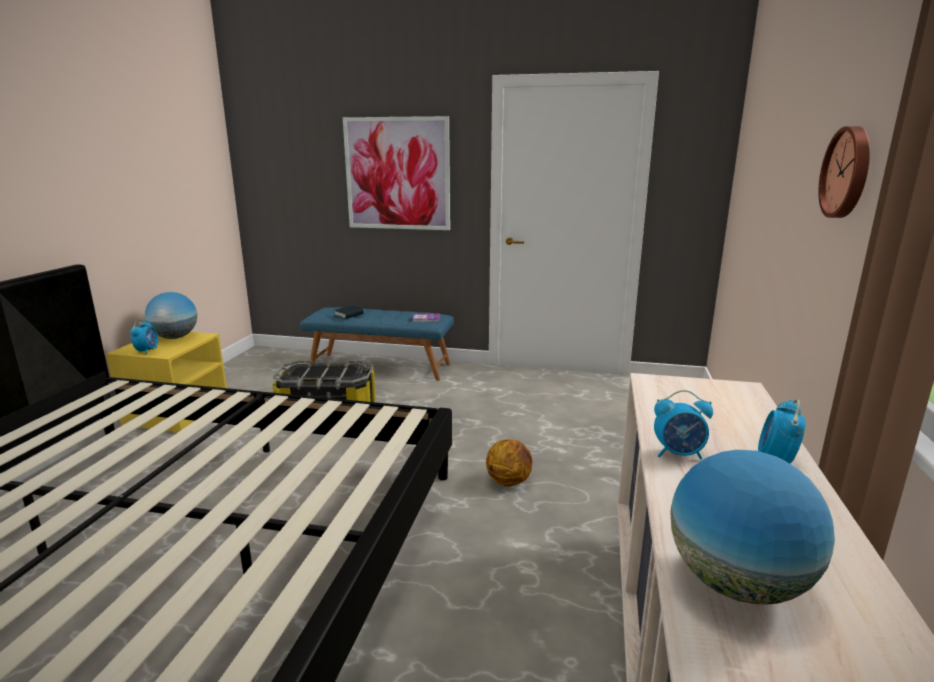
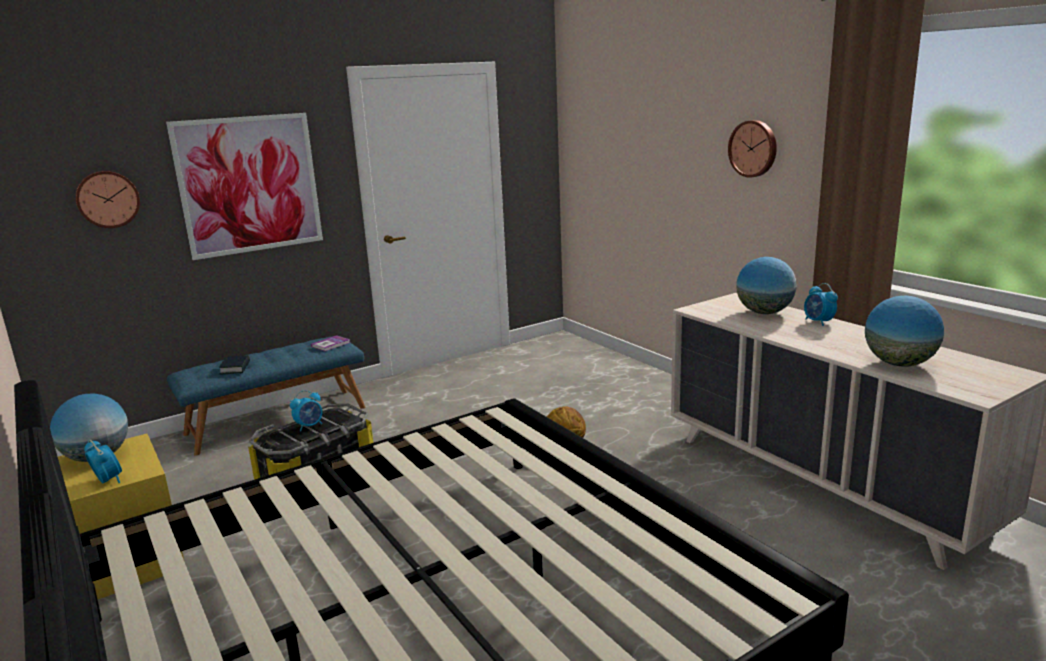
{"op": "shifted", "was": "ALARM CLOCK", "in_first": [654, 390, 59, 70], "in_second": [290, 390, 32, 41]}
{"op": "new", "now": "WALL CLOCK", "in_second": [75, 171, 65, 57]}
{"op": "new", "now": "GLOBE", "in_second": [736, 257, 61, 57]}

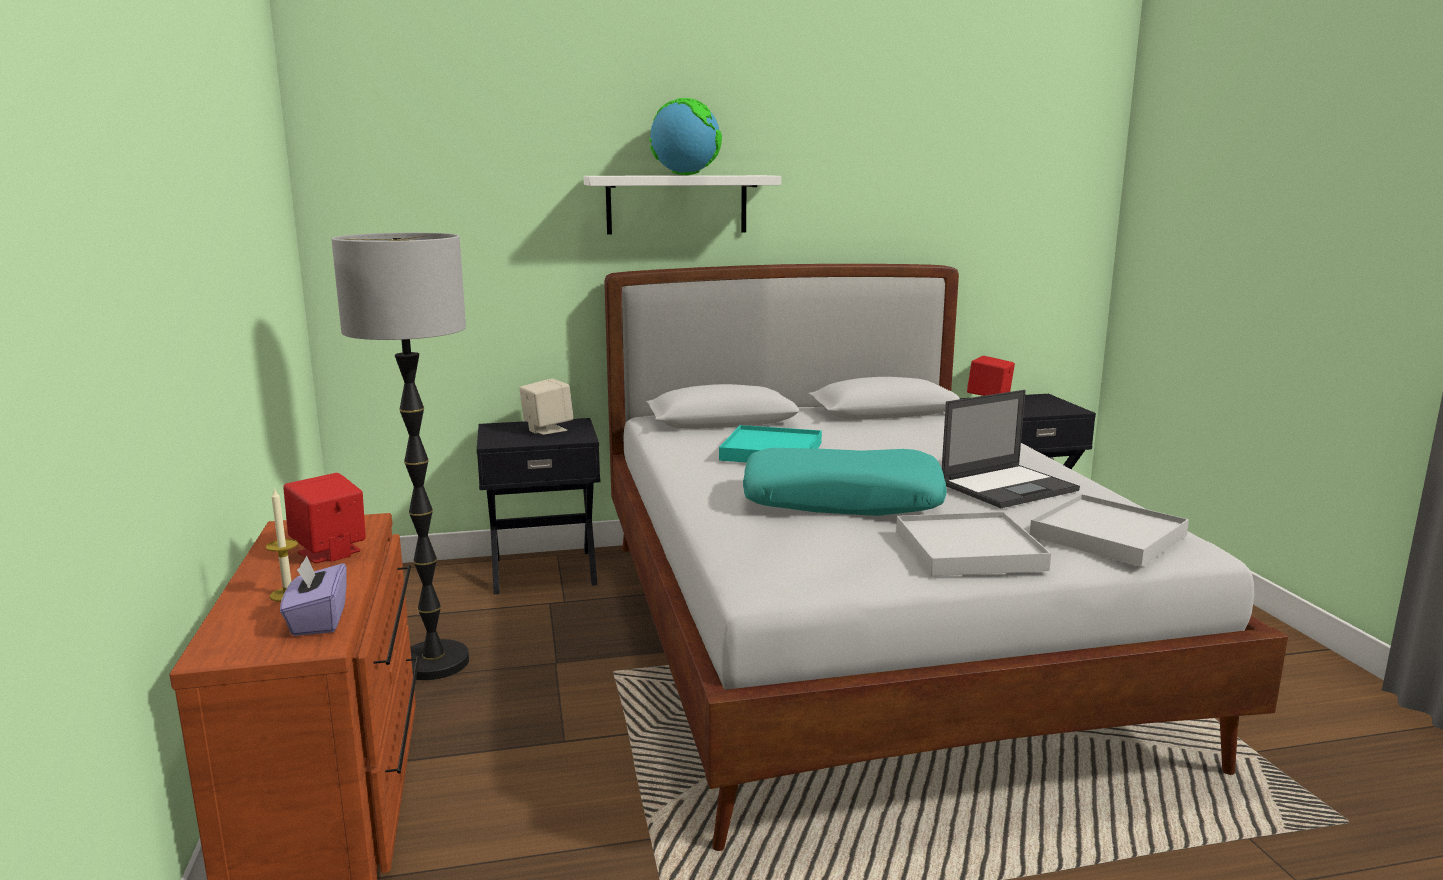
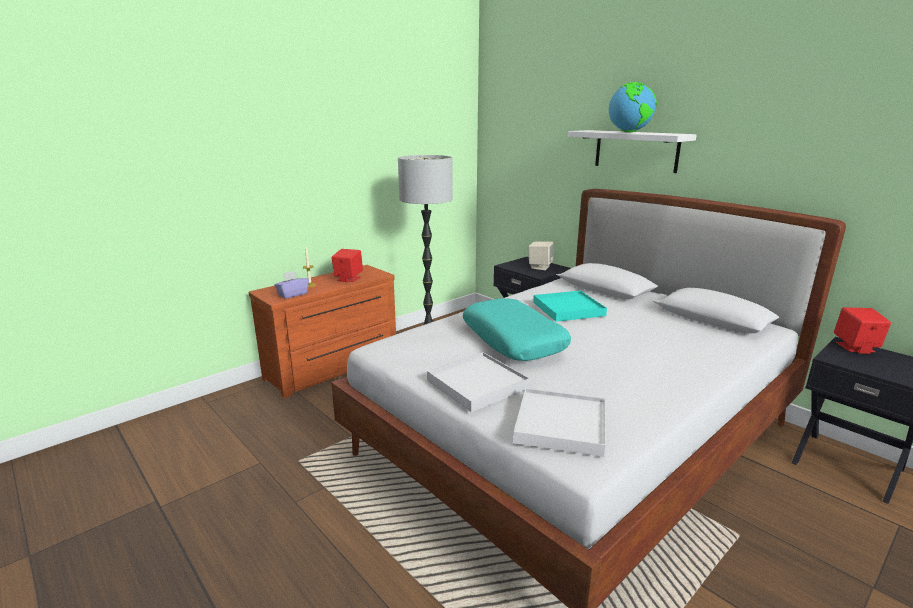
{"op": "gone", "was": "LAPTOP", "in_first": [942, 390, 138, 118]}

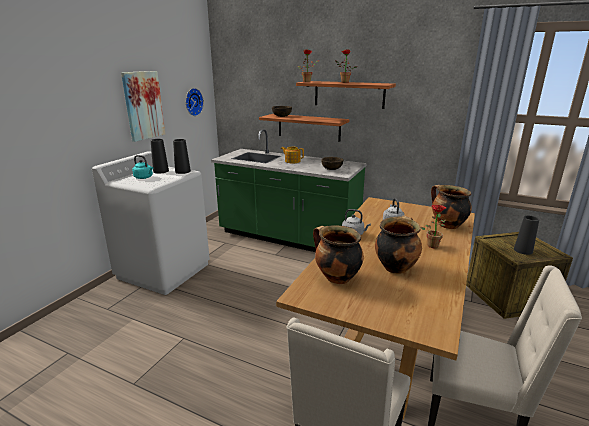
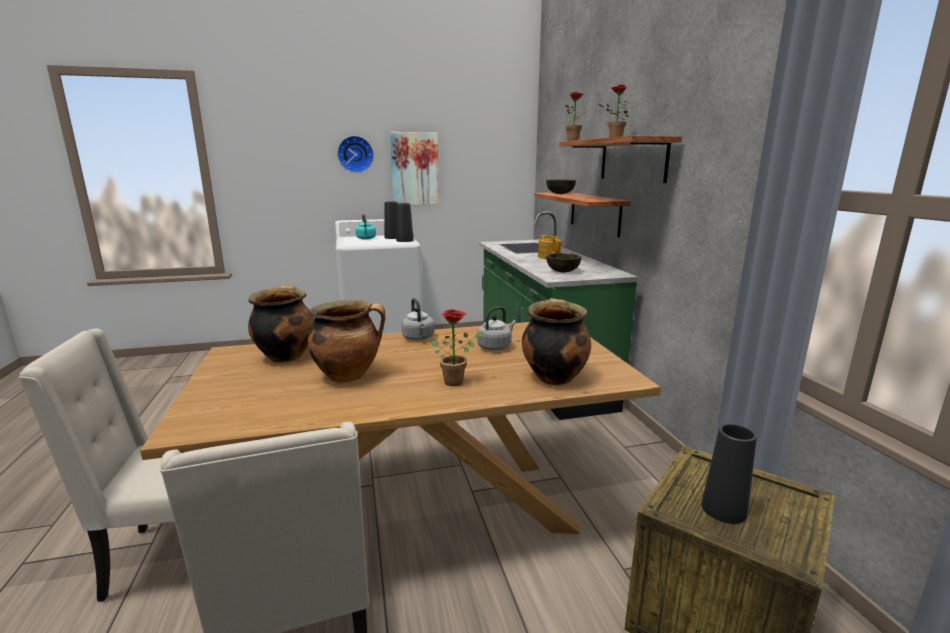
{"op": "shifted", "was": "WALL CLOCK", "in_first": [186, 88, 18, 28], "in_second": [337, 136, 37, 37]}

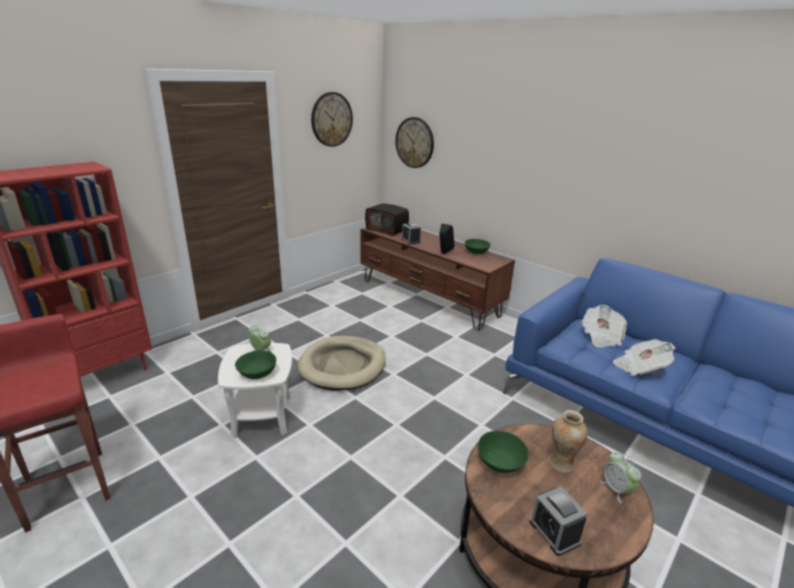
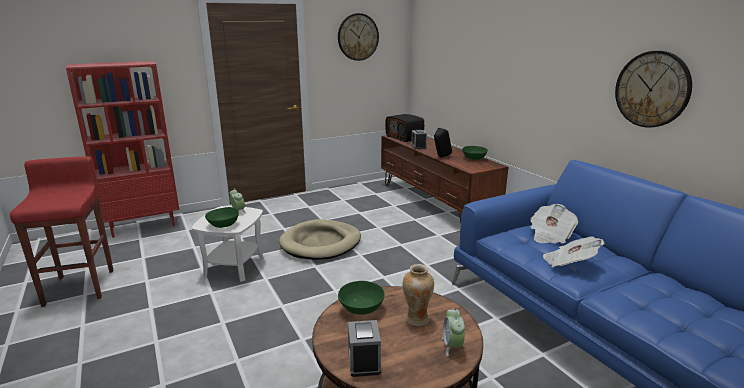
{"op": "shifted", "was": "WALL CLOCK", "in_first": [395, 117, 39, 51], "in_second": [615, 51, 77, 77]}

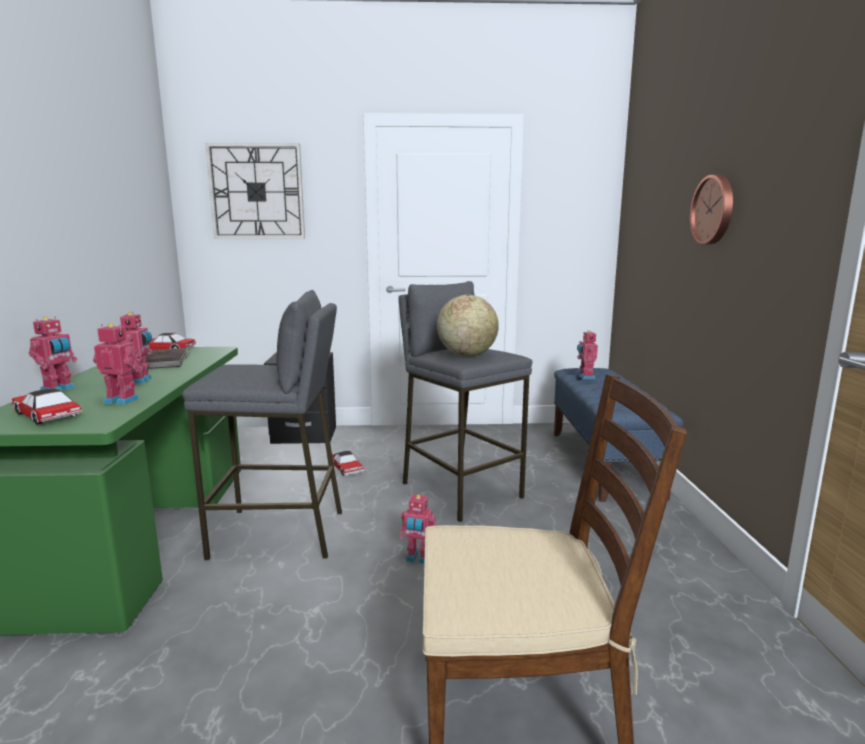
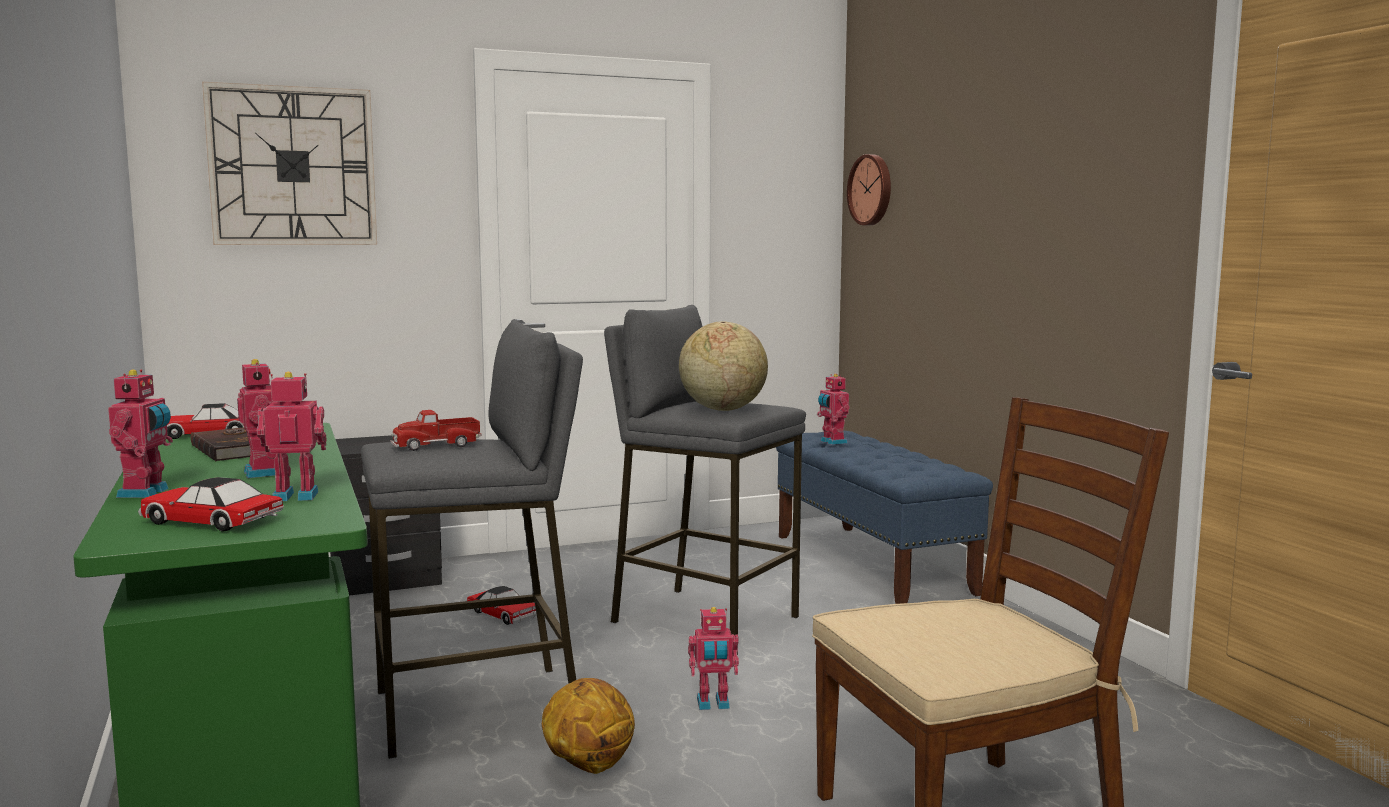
{"op": "shifted", "was": "WALL CLOCK", "in_first": [690, 175, 43, 70], "in_second": [847, 154, 44, 71]}
{"op": "new", "now": "TOY TRUCK", "in_second": [390, 410, 91, 41]}
{"op": "new", "now": "BASKETBALL", "in_second": [542, 678, 93, 96]}

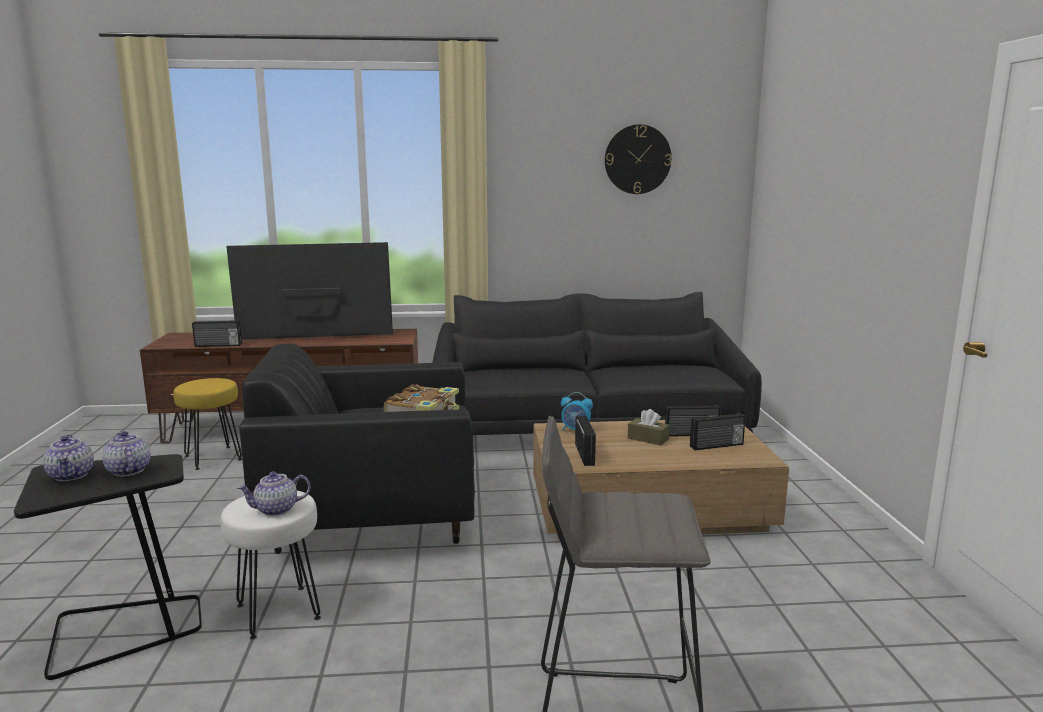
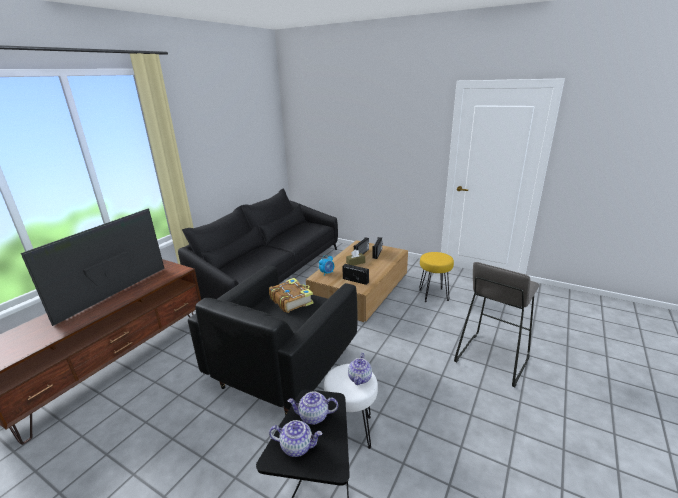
{"op": "gone", "was": "WALL CLOCK", "in_first": [605, 124, 67, 70]}
{"op": "gone", "was": "RADIO", "in_first": [192, 320, 50, 27]}
{"op": "shifted", "was": "YELLOW STOOL", "in_first": [173, 378, 69, 92], "in_second": [419, 252, 35, 50]}

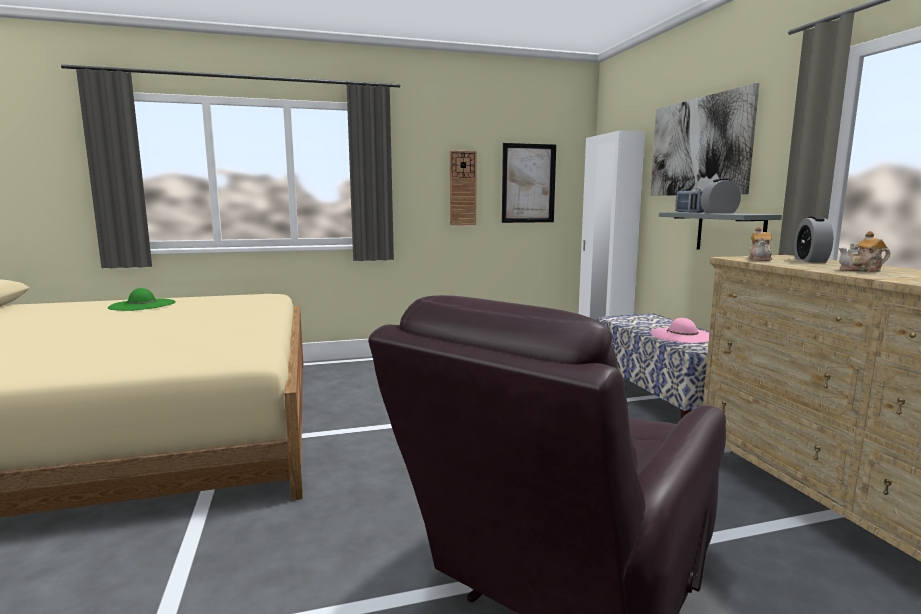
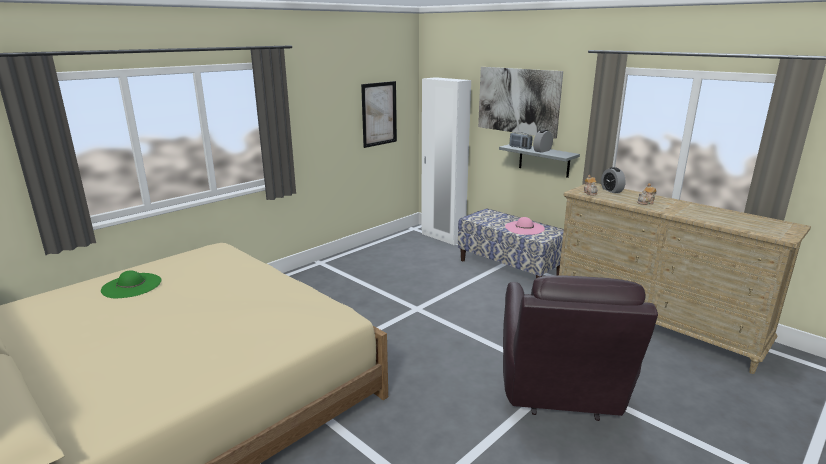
{"op": "gone", "was": "WALL CLOCK", "in_first": [450, 151, 27, 74]}

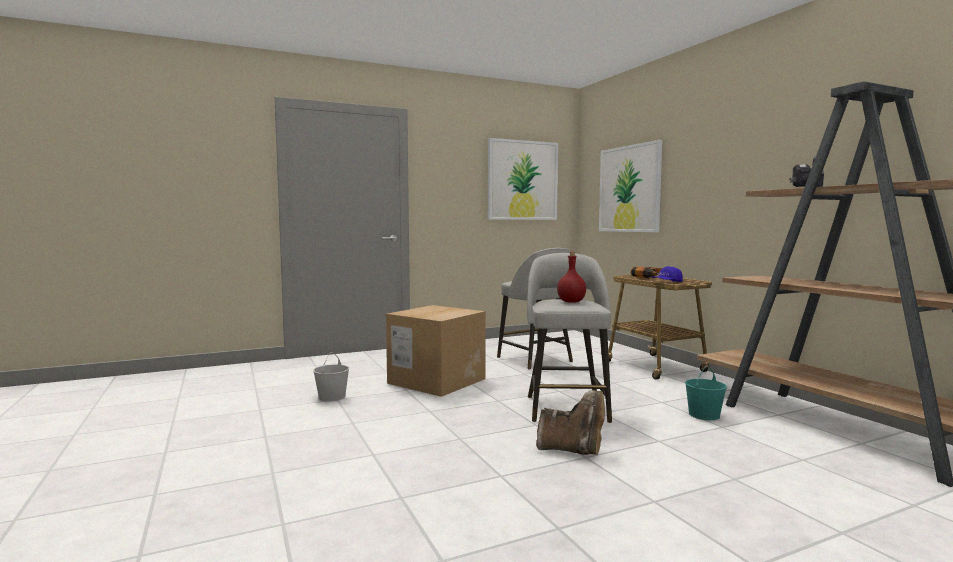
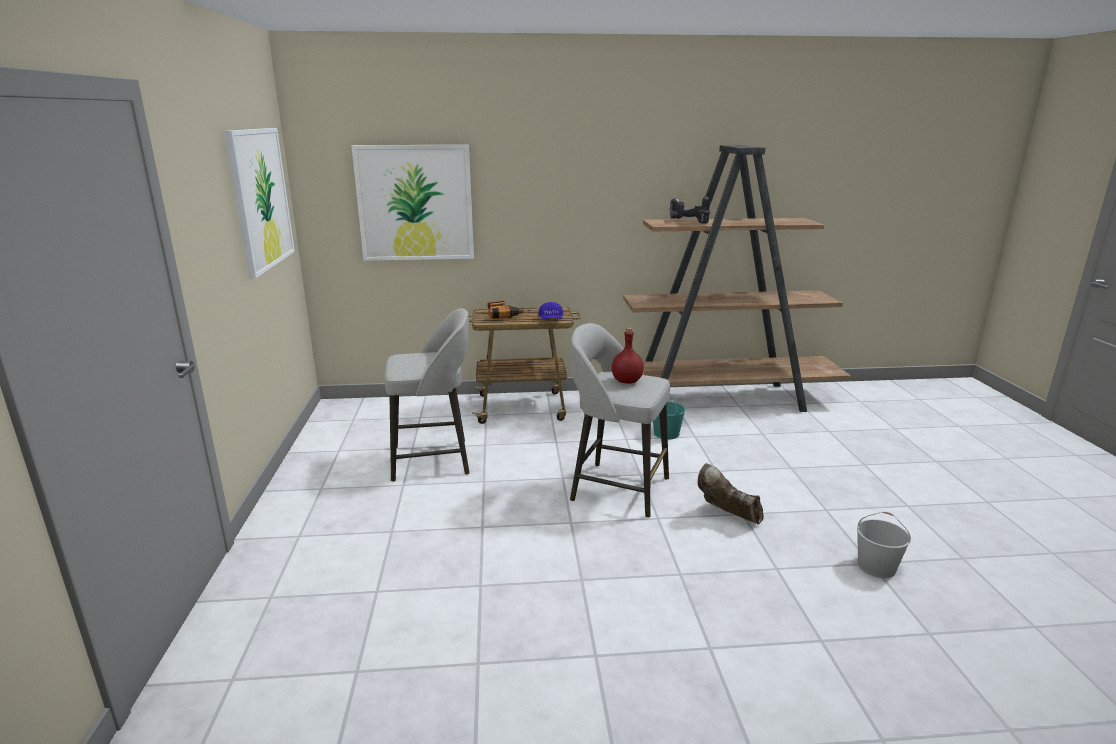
{"op": "gone", "was": "CARDBOARD BOX", "in_first": [386, 305, 100, 92]}
{"op": "shifted", "was": "WHITE BUCKET", "in_first": [313, 352, 36, 50], "in_second": [857, 512, 54, 66]}
{"op": "rotated", "was": "BROWN BOOT", "in_first": [536, 390, 69, 65], "in_second": [698, 463, 65, 61], "clockwise": -90}

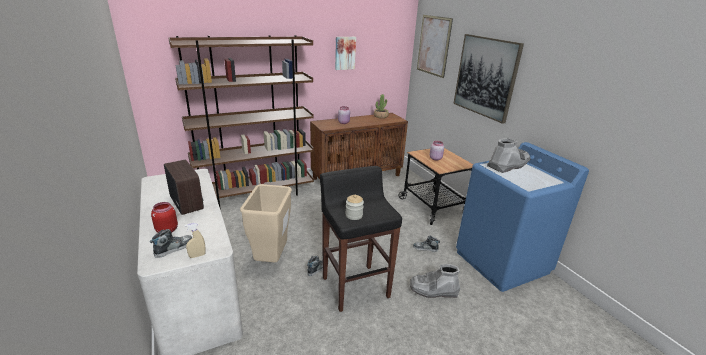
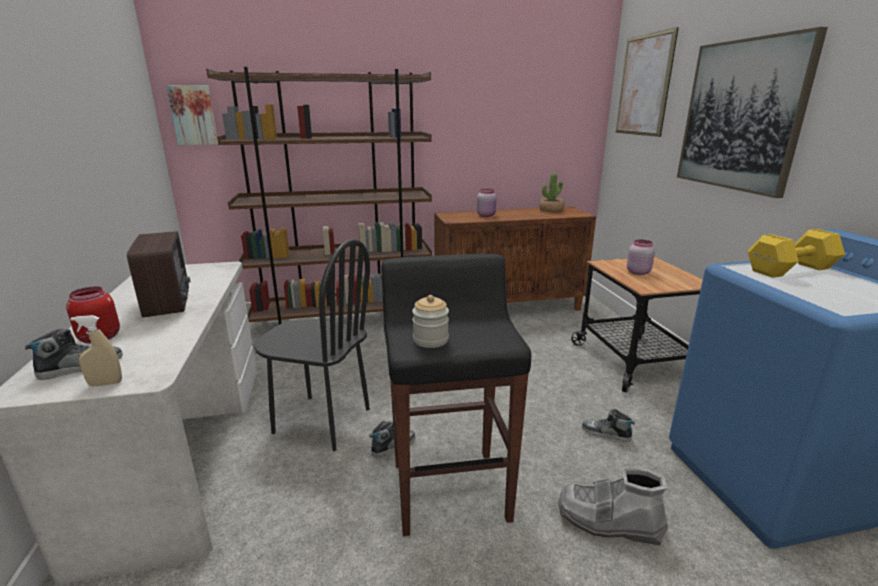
{"op": "shifted", "was": "PICTURE", "in_first": [335, 37, 21, 33], "in_second": [167, 85, 51, 60]}
{"op": "swapped", "was": "GREY BOOT", "now": "YELLOW DUMBBELL", "in_first": [487, 138, 43, 35], "in_second": [748, 229, 97, 49]}
{"op": "swapped", "was": "BEIGE TRASH CAN", "now": "BLACK CHAIR", "in_first": [240, 184, 52, 79], "in_second": [253, 239, 117, 212]}

